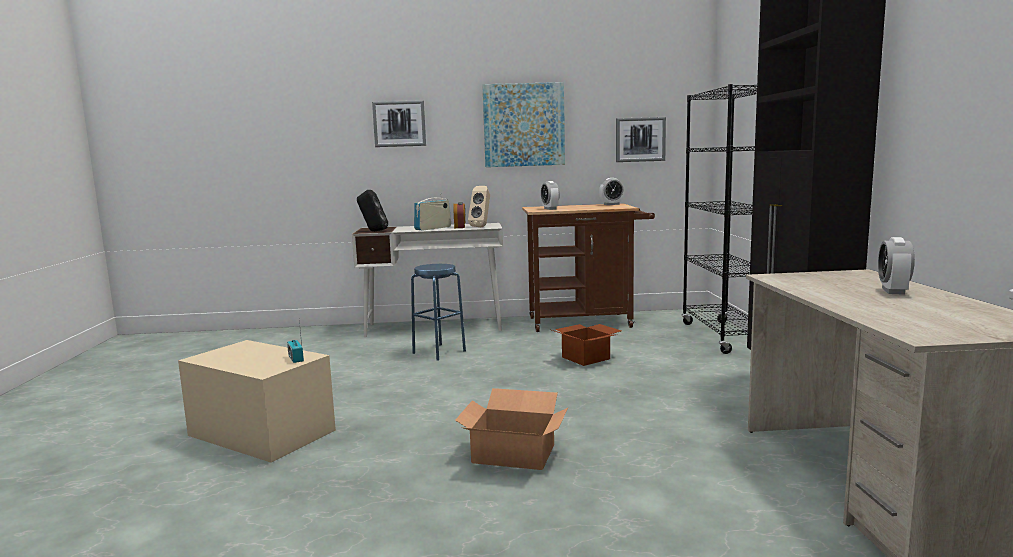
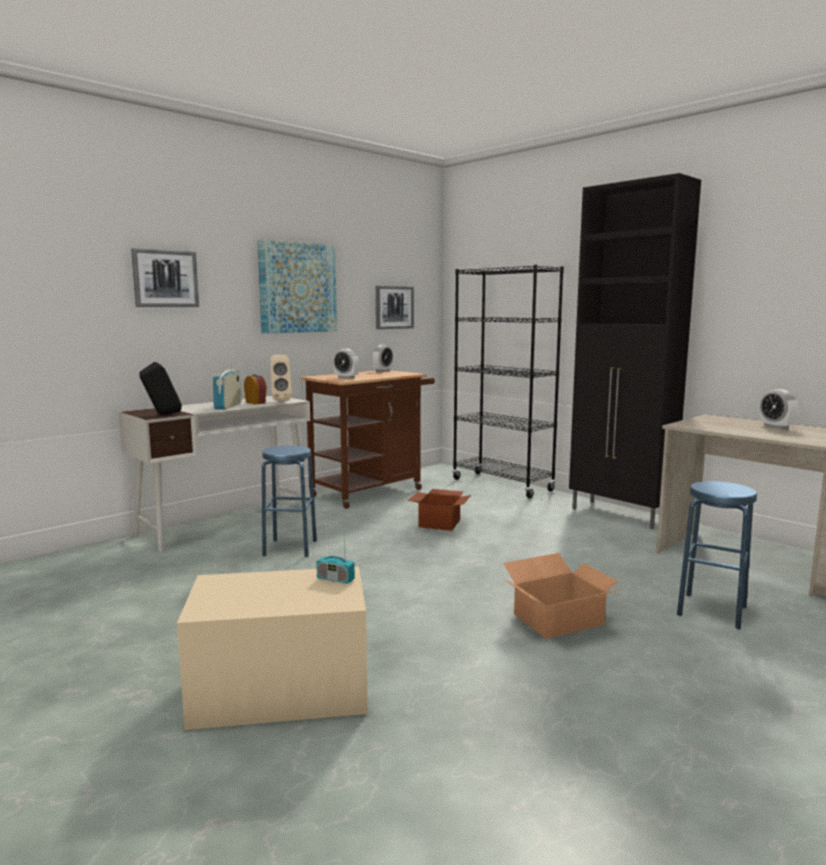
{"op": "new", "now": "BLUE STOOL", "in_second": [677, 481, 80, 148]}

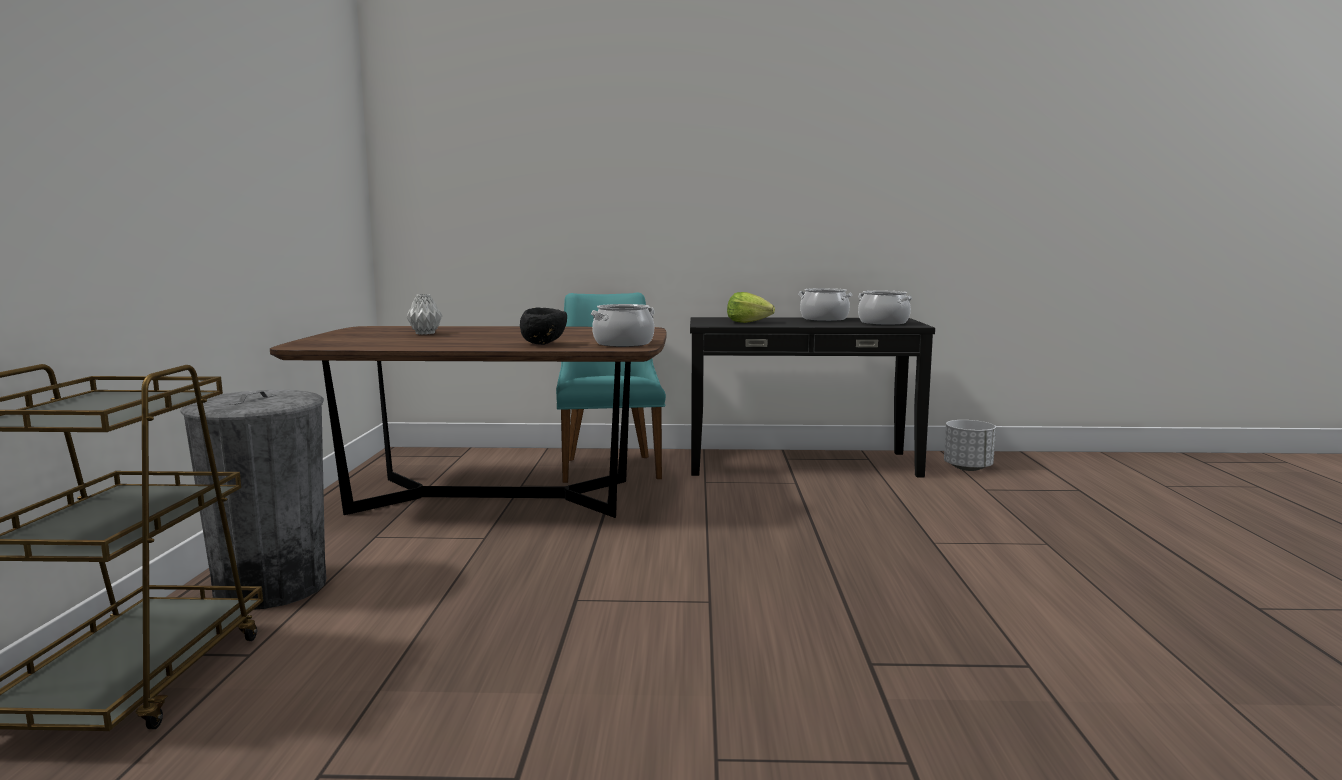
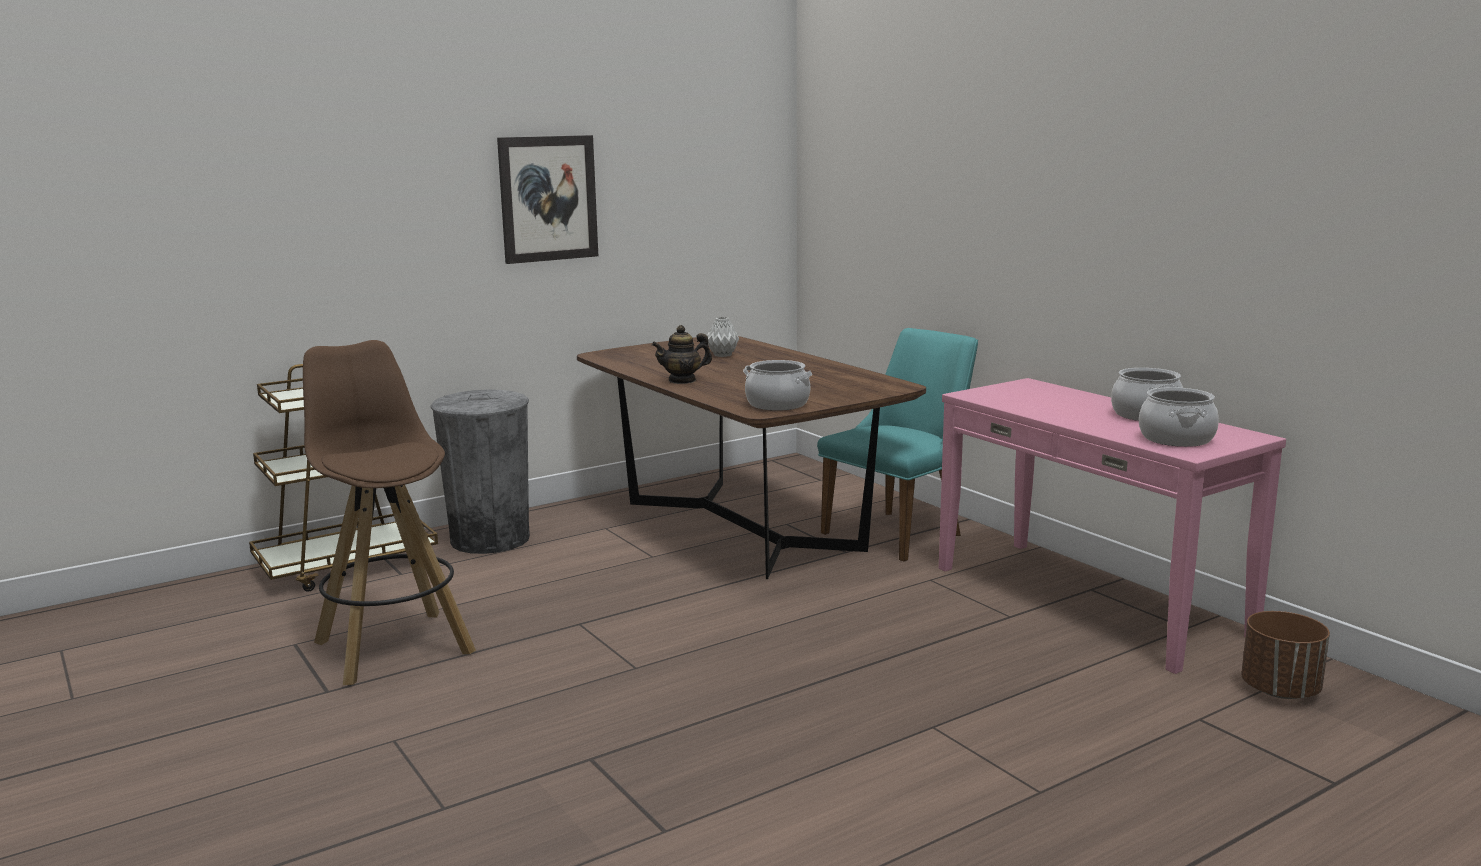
{"op": "gone", "was": "LETTUCE", "in_first": [727, 292, 48, 31]}
{"op": "gone", "was": "BLACK BOWL", "in_first": [520, 307, 47, 38]}
{"op": "repainted", "was": "BLACK CONSOLE TABLE", "now": "PINK CONSOLE TABLE", "in_first": [690, 317, 245, 161], "in_second": [939, 378, 347, 296]}
{"op": "repainted", "was": "WHITE PLANTER", "now": "BROWN PLANTER", "in_first": [944, 420, 52, 51], "in_second": [1241, 611, 89, 88]}
{"op": "new", "now": "PICTURE", "in_second": [497, 135, 101, 129]}
{"op": "new", "now": "TEAPOT", "in_second": [652, 325, 60, 59]}
{"op": "new", "now": "BROWN STOOL", "in_second": [303, 340, 173, 345]}

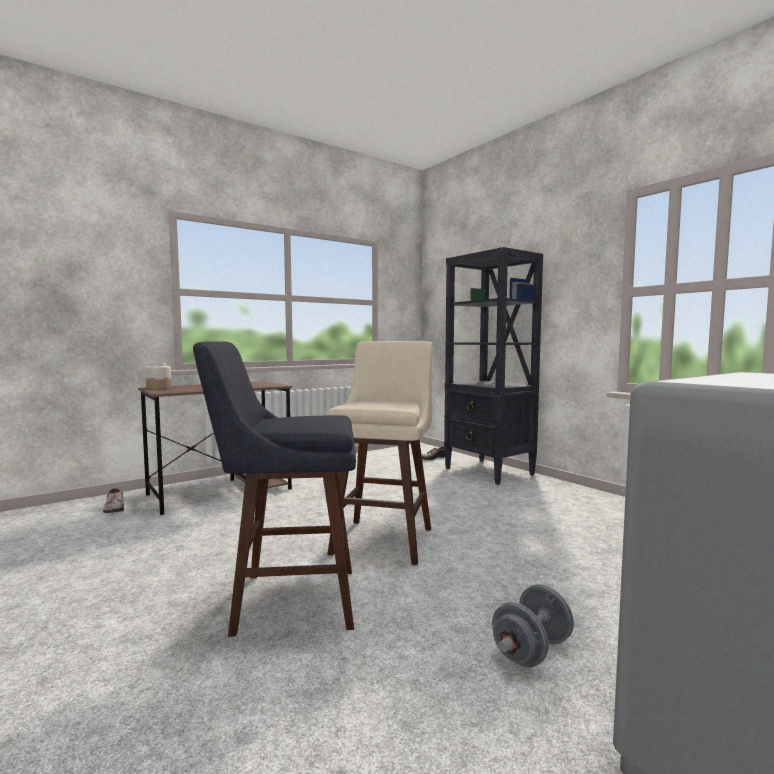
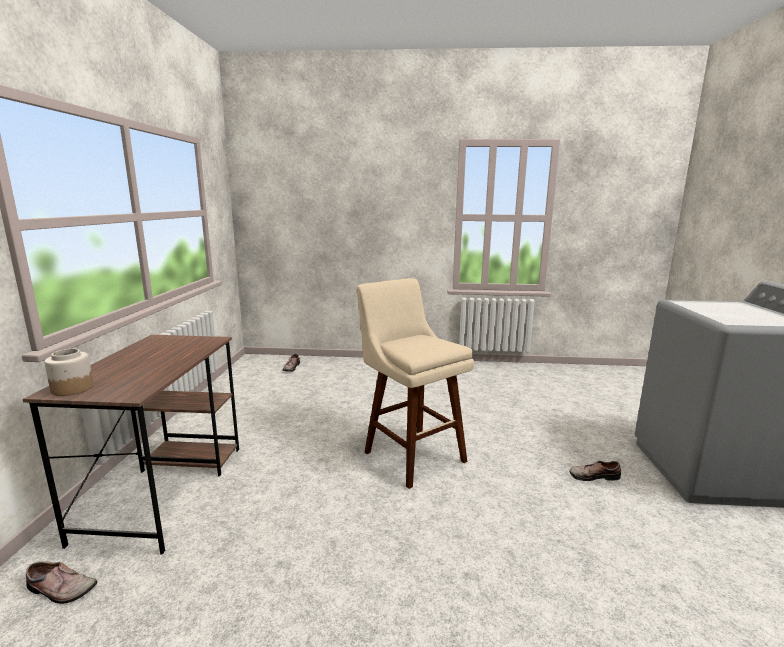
{"op": "gone", "was": "BLACK BOOKCASE", "in_first": [444, 247, 99, 238]}
{"op": "gone", "was": "BLUE STOOL", "in_first": [193, 342, 163, 295]}
{"op": "swapped", "was": "GREY DUMBBELL", "now": "SHOE", "in_first": [492, 584, 82, 84], "in_second": [570, 461, 51, 20]}

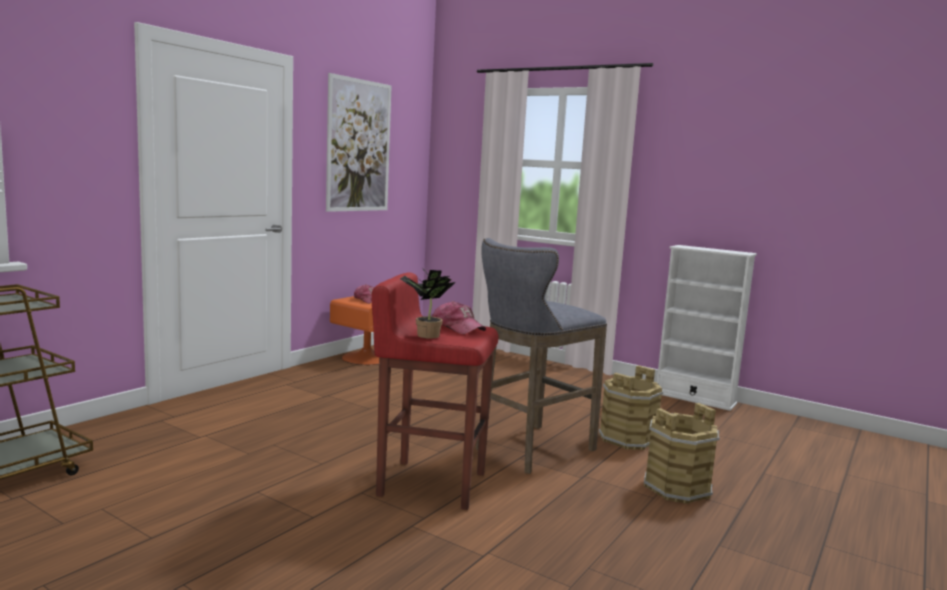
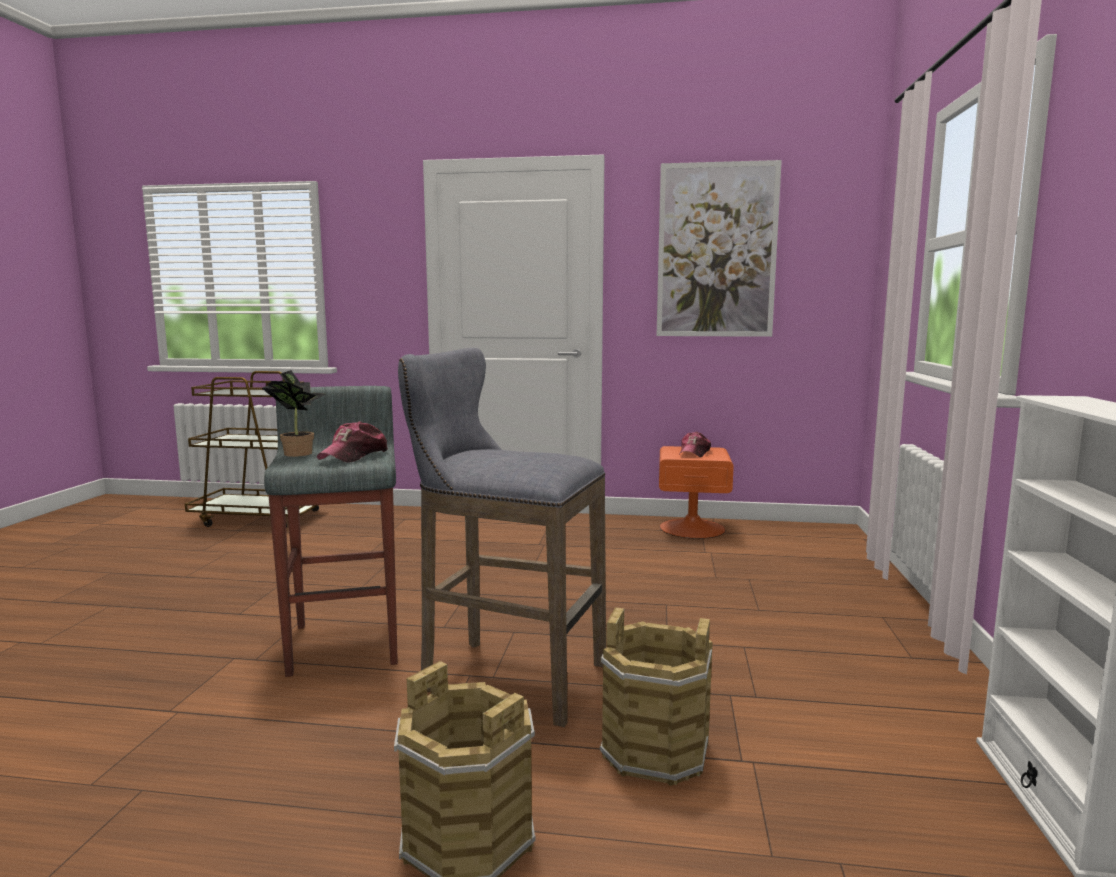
{"op": "repainted", "was": "RED STOOL", "now": "GREY STOOL", "in_first": [371, 272, 127, 238], "in_second": [264, 386, 134, 291]}

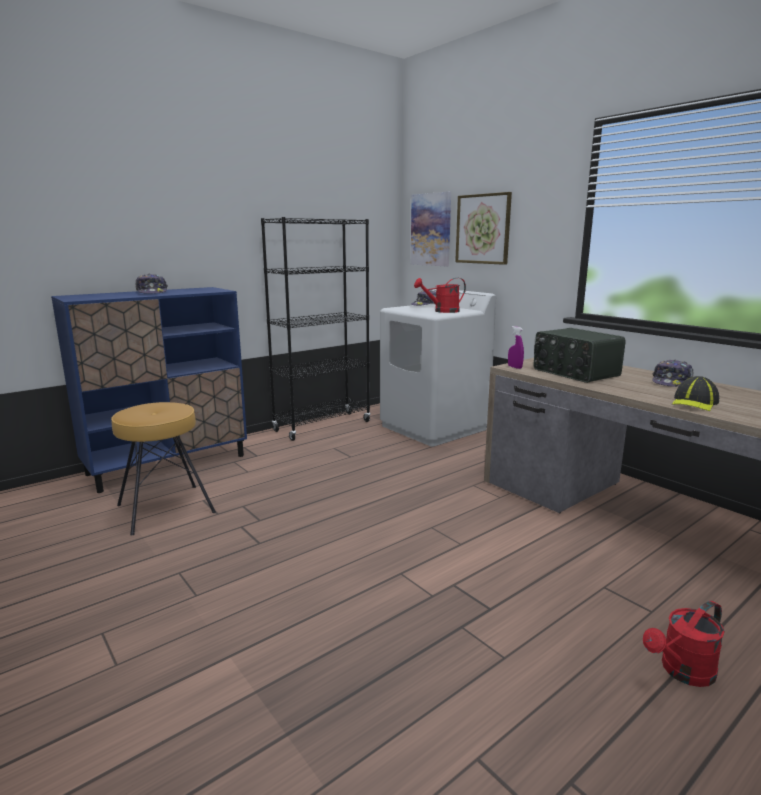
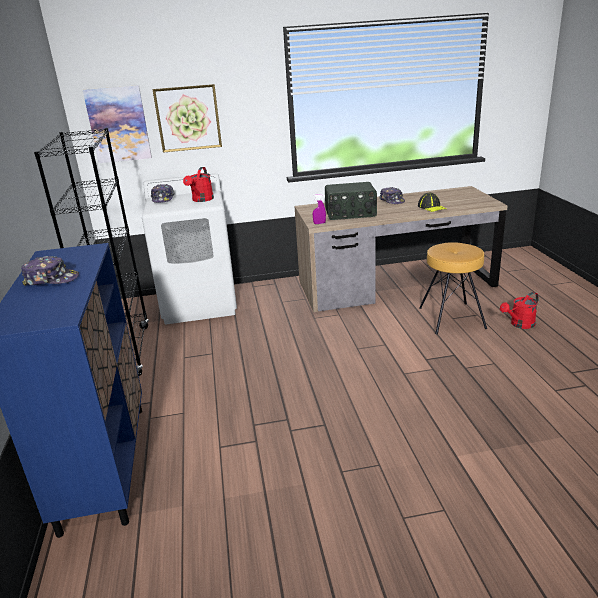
{"op": "shifted", "was": "BROWN STOOL", "in_first": [111, 402, 105, 134], "in_second": [419, 243, 68, 91]}
{"op": "rotated", "was": "RED WATERING CAN", "in_first": [643, 601, 82, 86], "in_second": [500, 292, 39, 37], "clockwise": 60}

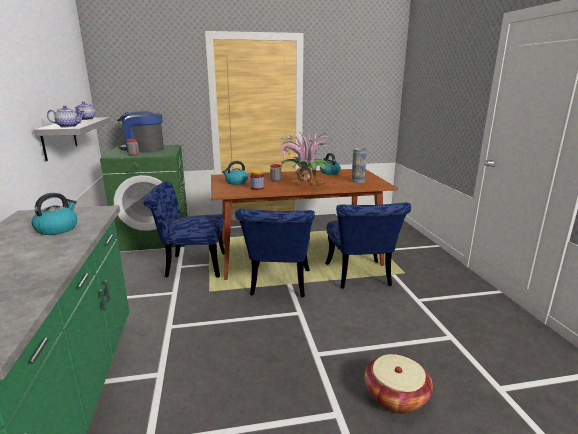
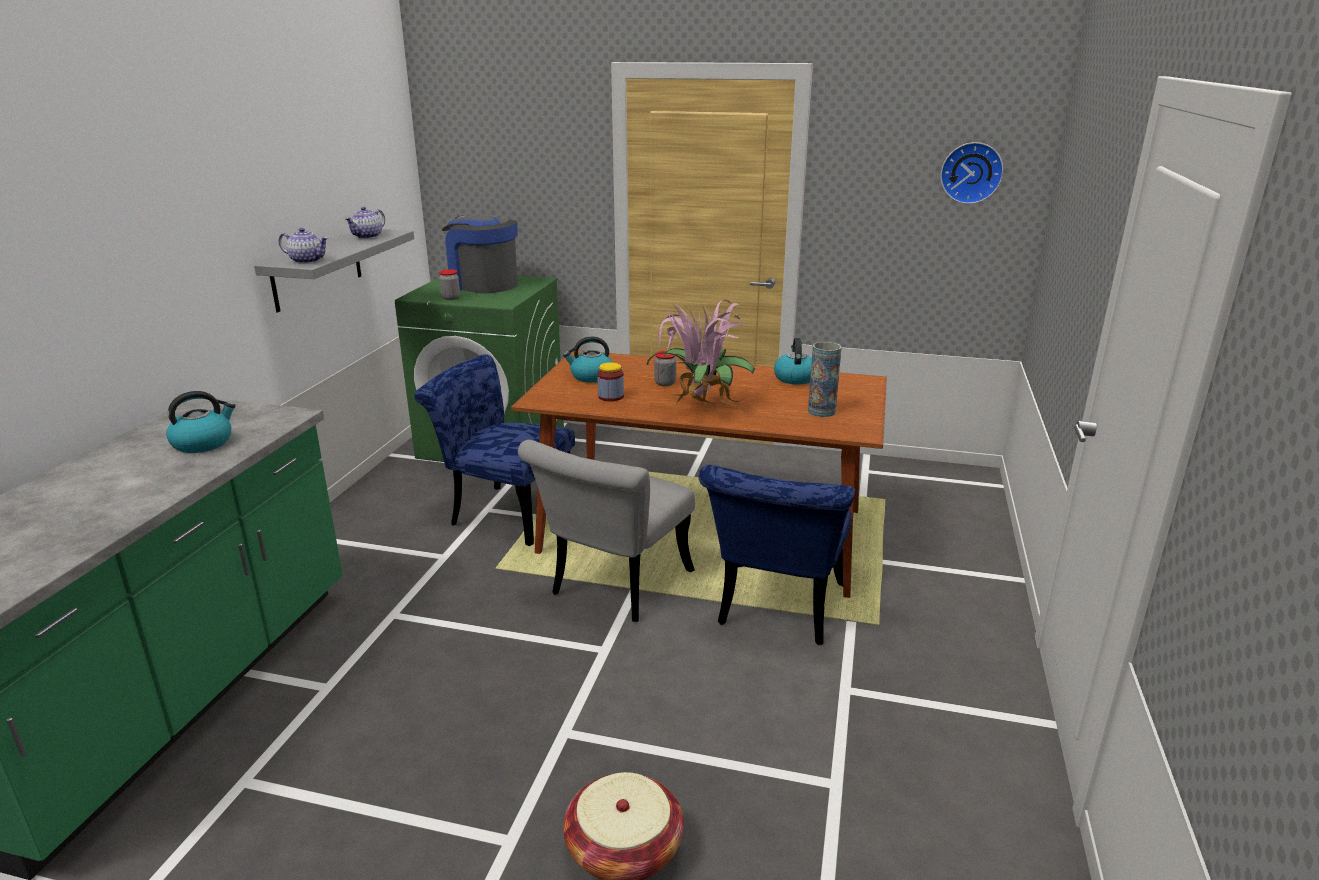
{"op": "repainted", "was": "BLUE CHAIR", "now": "GREY CHAIR", "in_first": [235, 209, 80, 88], "in_second": [518, 440, 177, 182]}
{"op": "new", "now": "WALL CLOCK", "in_second": [940, 142, 64, 62]}

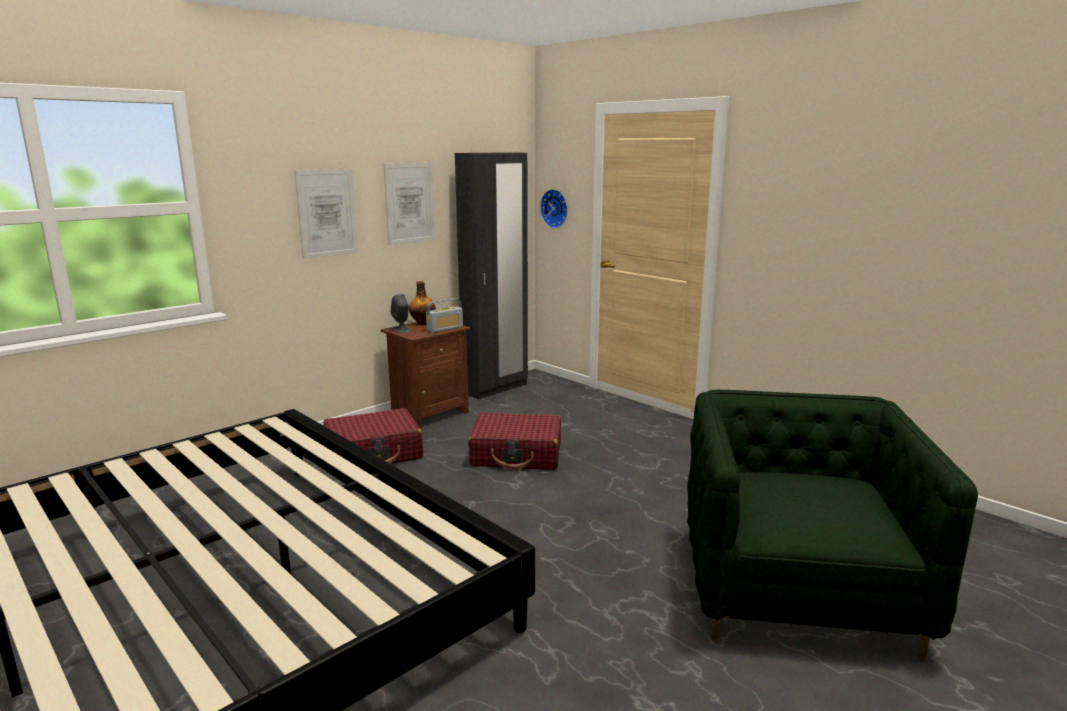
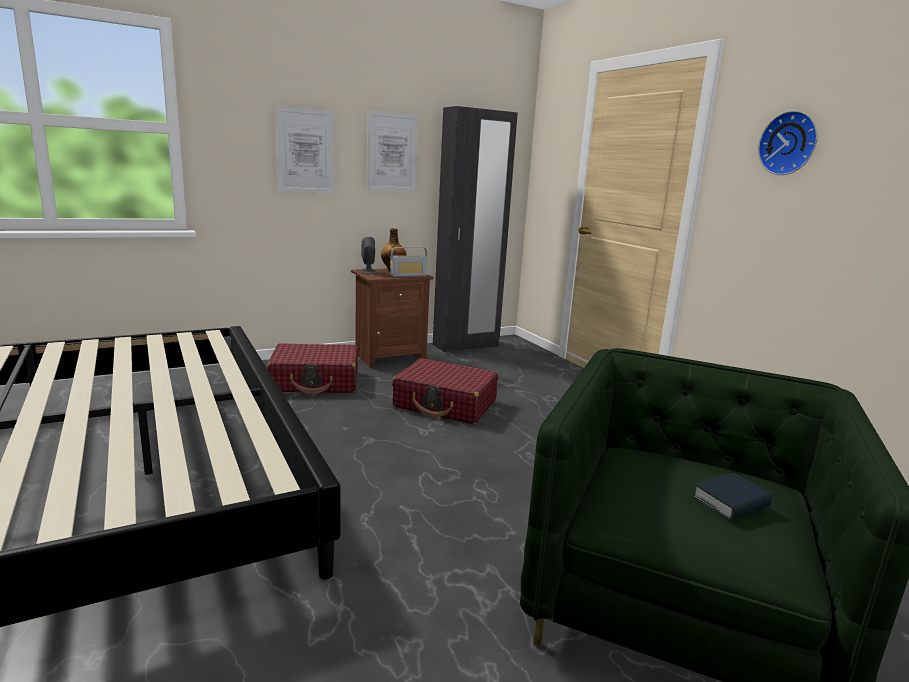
{"op": "shifted", "was": "WALL CLOCK", "in_first": [540, 189, 28, 39], "in_second": [758, 110, 60, 65]}
{"op": "new", "now": "BOOK", "in_second": [691, 473, 81, 48]}

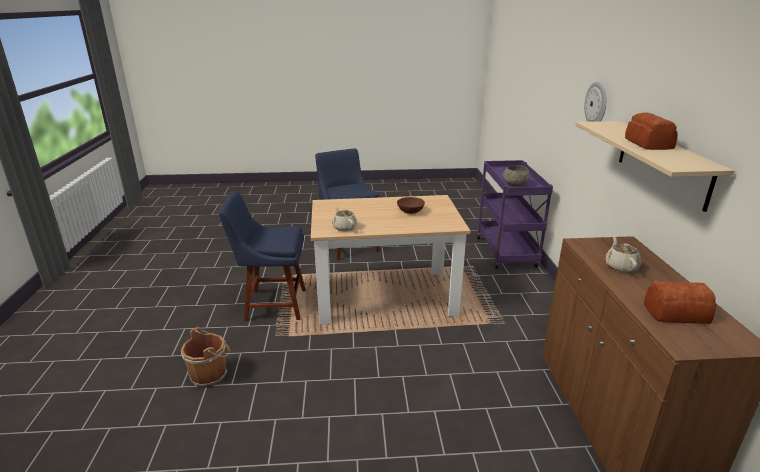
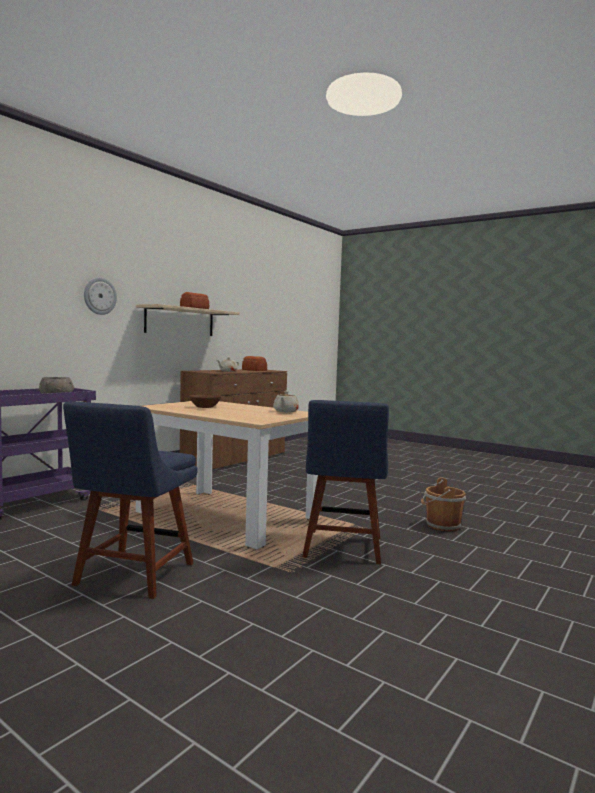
{"op": "rotated", "was": "BLUE CHAIR", "in_first": [218, 191, 88, 131], "in_second": [302, 400, 87, 164], "clockwise": 60}

